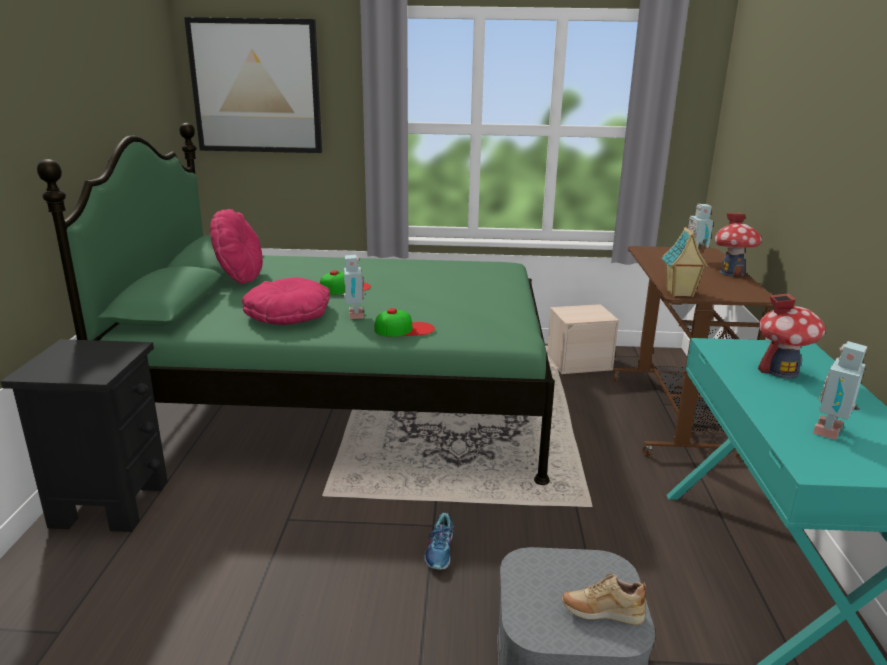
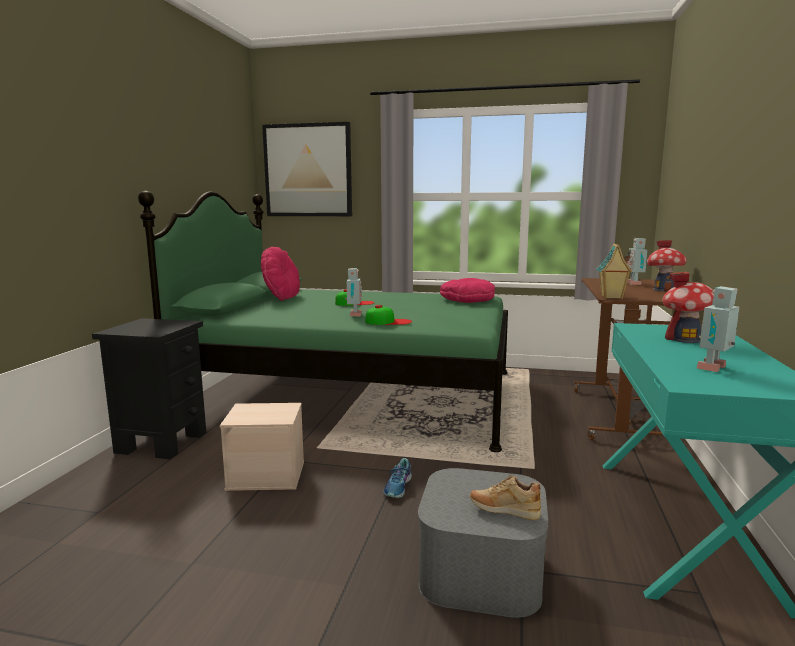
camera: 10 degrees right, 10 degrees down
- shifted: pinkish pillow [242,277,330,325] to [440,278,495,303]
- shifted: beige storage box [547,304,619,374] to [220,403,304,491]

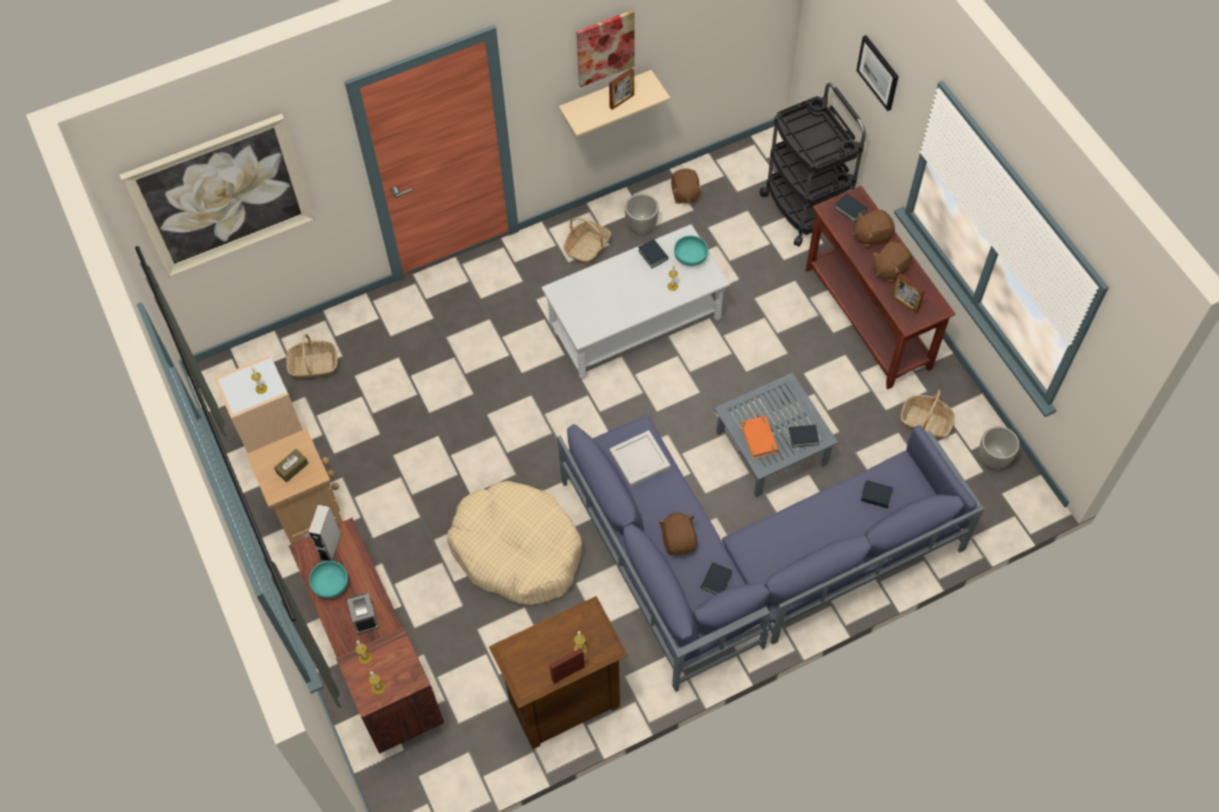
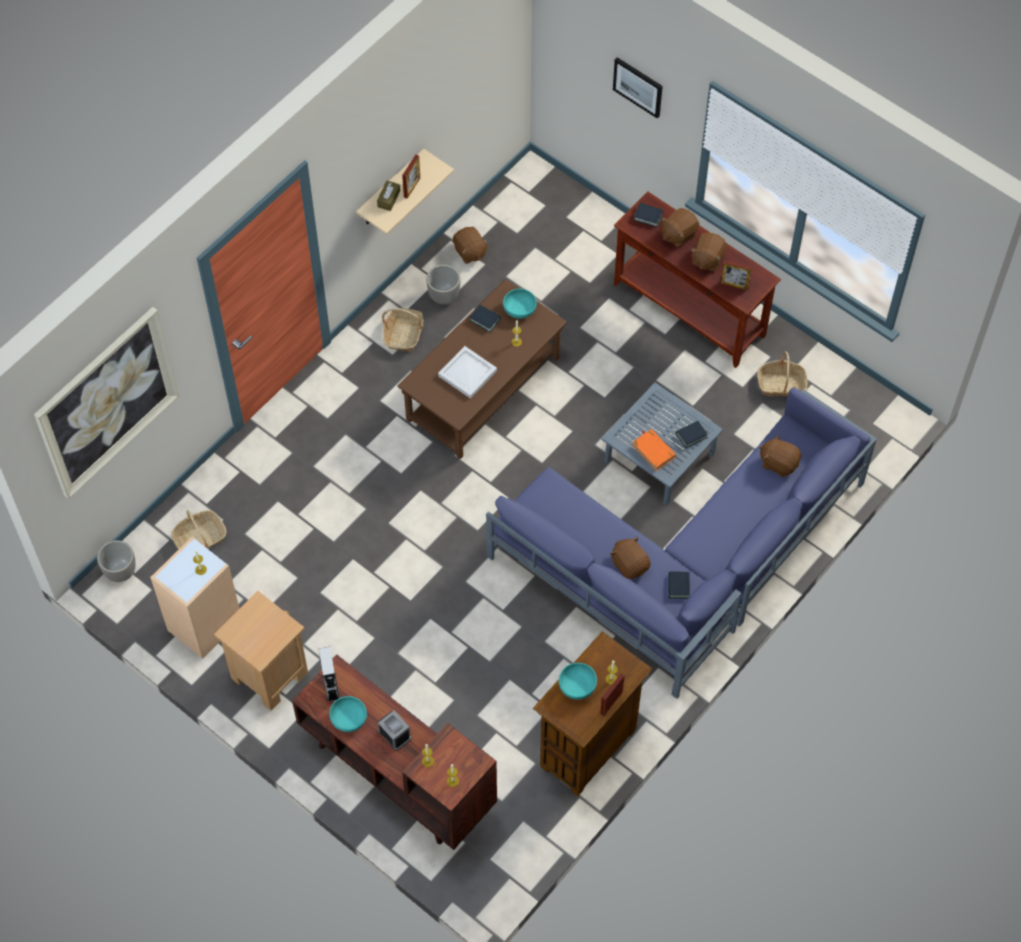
camera: 25 degrees left, 0 degrees up
- shifted: brown tissue holder [274,449,309,482] to [377,181,400,211]
- gone: beige pet bed [447,481,582,605]
- repainted: greyish low table [541,224,730,380] to brown low table [397,279,567,459]
- gone: picture [576,10,634,87]
- shifted: white-coloured tray [609,430,670,487] to [438,346,497,399]
- gone: black-coloured cart [759,83,866,246]
- swapped: book [861,480,893,508] to brown soft toy [759,434,801,477]
- shifted: flower pot [979,426,1020,469] to [97,540,136,582]
- new: blue-green serving bowl [559,663,597,700]

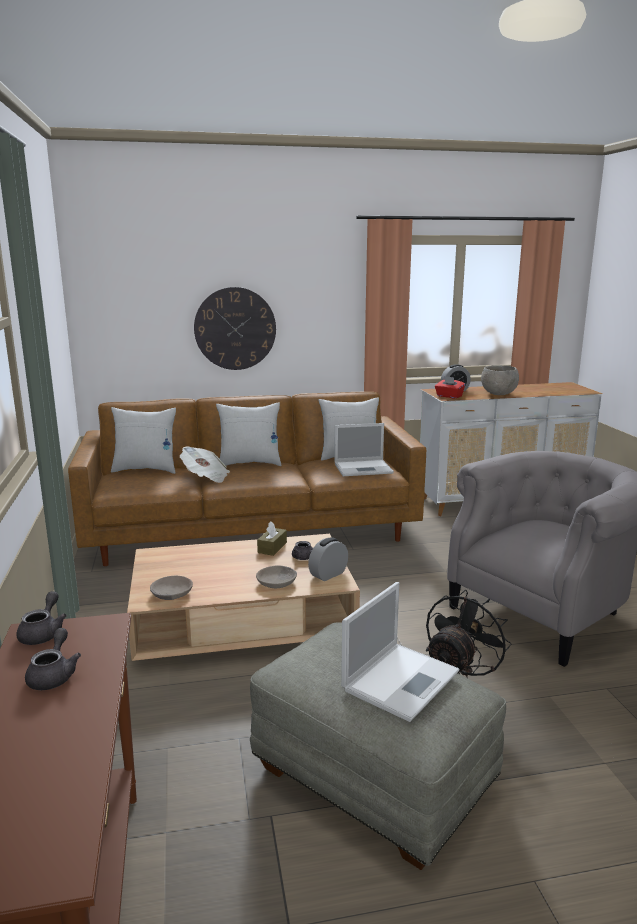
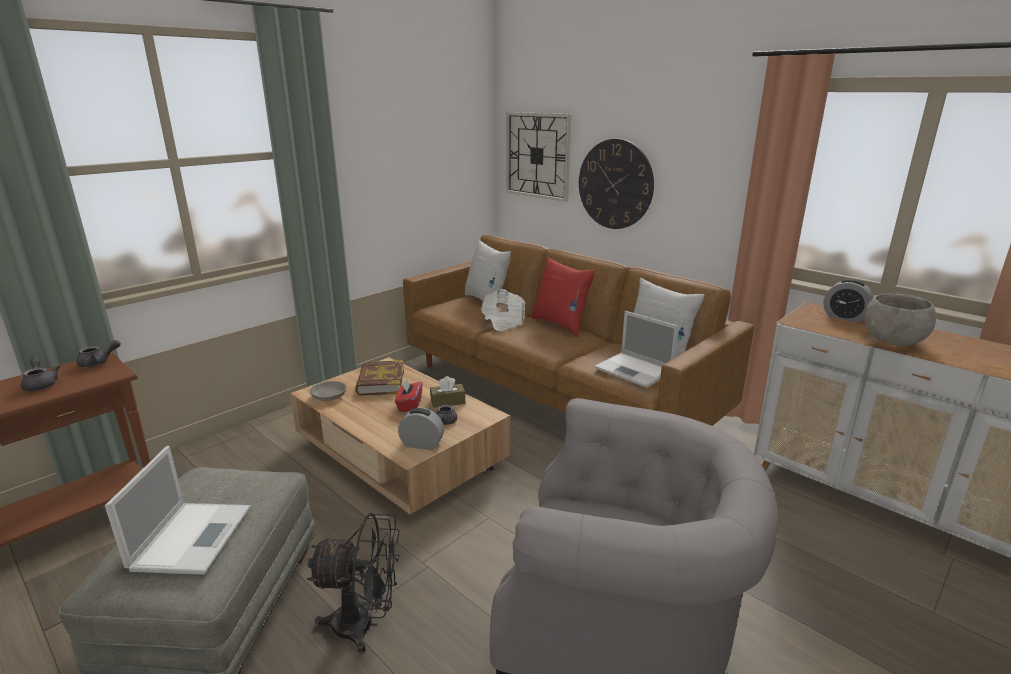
camera: 55 degrees right, 5 degrees up
- rotated: greyish tea pot [25,628,81,690] = [21,357,60,391] 90 degrees counterclockwise
- repainted: greyish pillow [216,402,282,466] to red-coloured pillow [531,257,595,337]
- gone: greyish serving bowl [256,565,297,588]
- rotated: notebook computer [341,582,459,722] = [105,446,250,575] 90 degrees counterclockwise
- shifted: red-coloured tissue holder [435,376,465,399] to [395,378,422,412]
- new: book [355,360,404,395]
- new: wall clock [506,112,571,202]

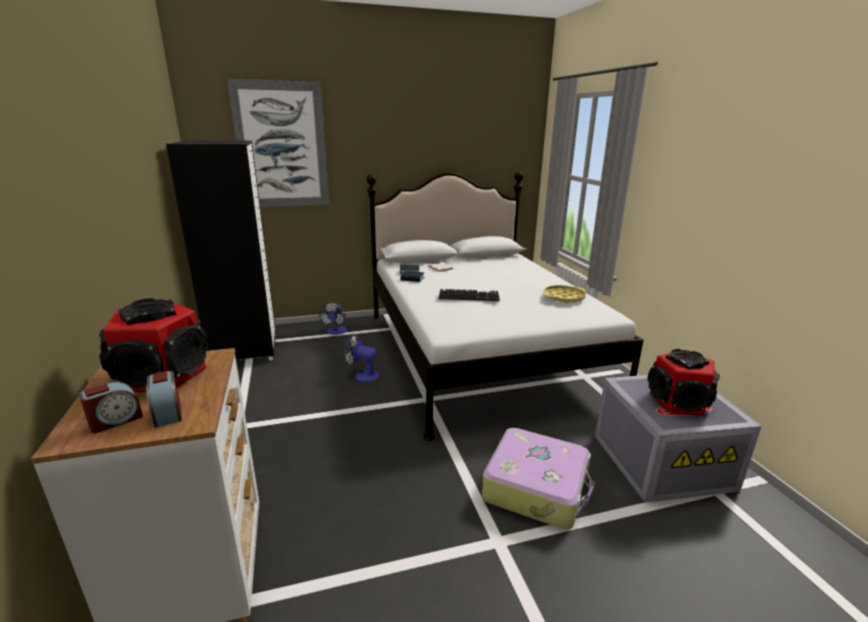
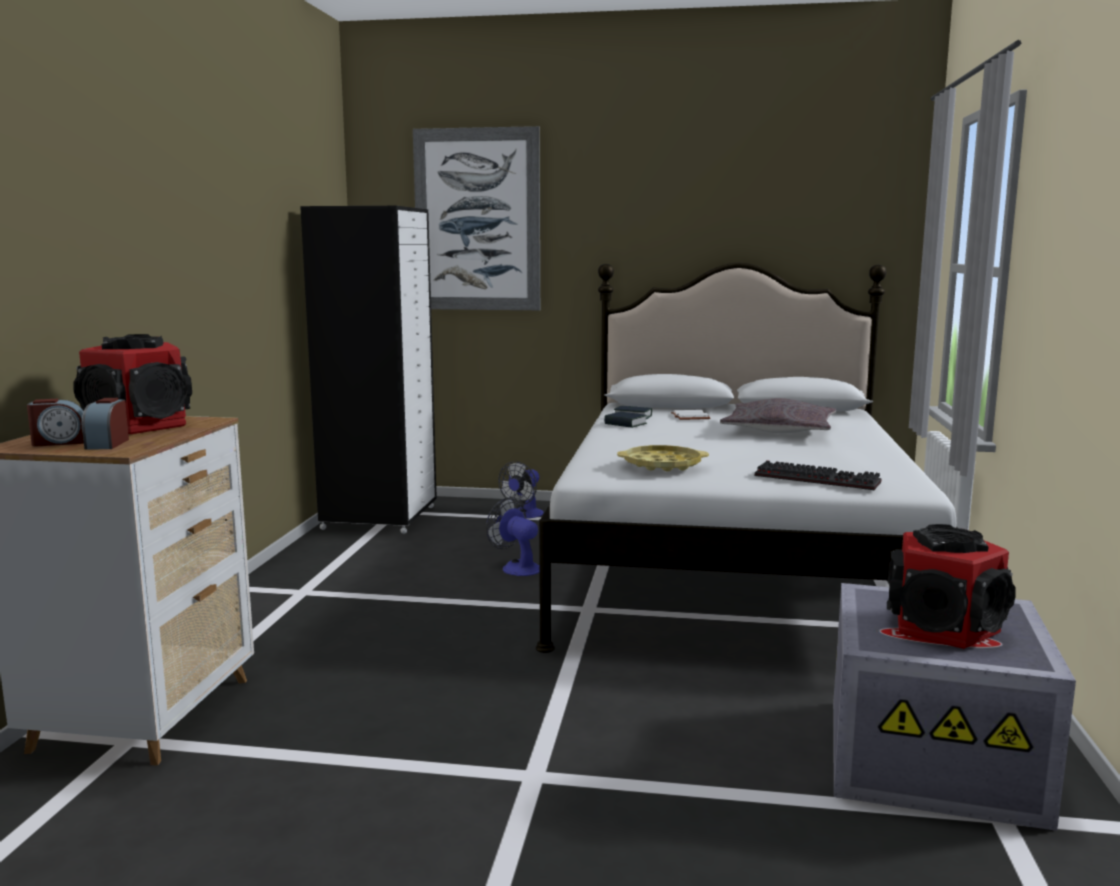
camera: 25 degrees right, 10 degrees down
- shifted: PC keyboard [439,289,500,301] to [755,460,881,490]
- gone: piece of luggage [482,428,595,530]
- shifted: yellow-coloured tray [543,285,586,303] to [617,445,709,472]
- new: greyish pillow [720,398,836,433]

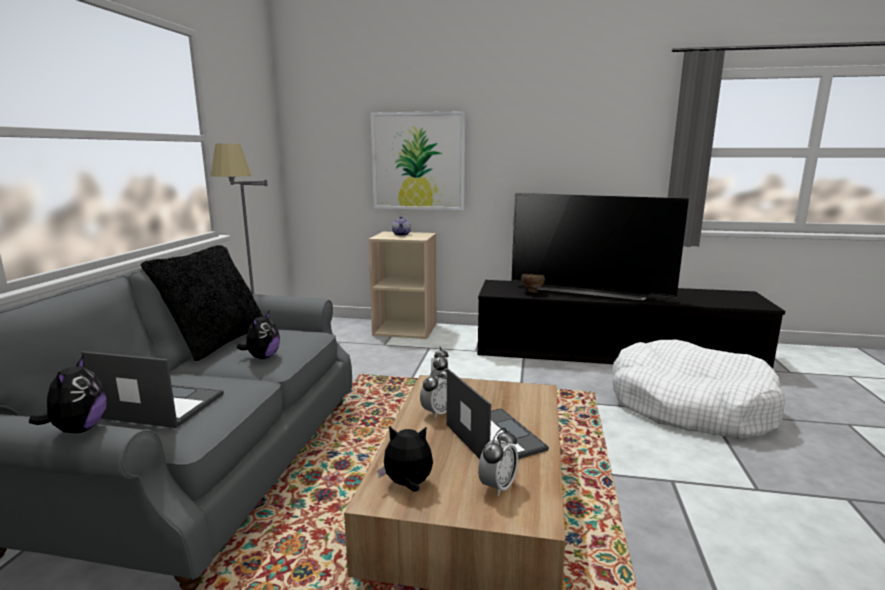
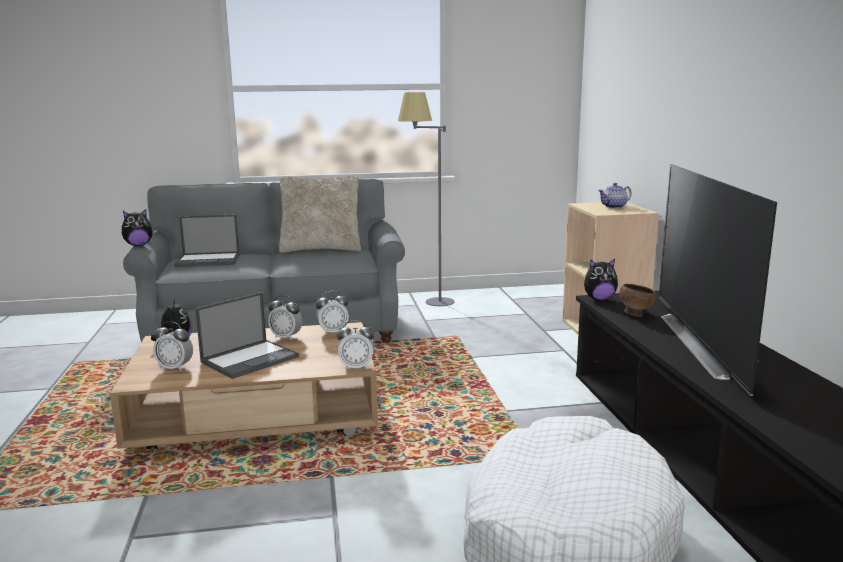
camera: 70 degrees right, 0 degrees up
- rotated: notebook computer [81,351,224,428] = [174,214,240,267] 90 degrees clockwise
- repainted: black-coloured pillow [141,245,263,361] to beige pillow [279,176,361,253]
- shifted: soft toy [237,311,280,359] to [584,259,618,300]
- gone: picture [371,111,466,210]
- new: table clock [337,320,374,370]

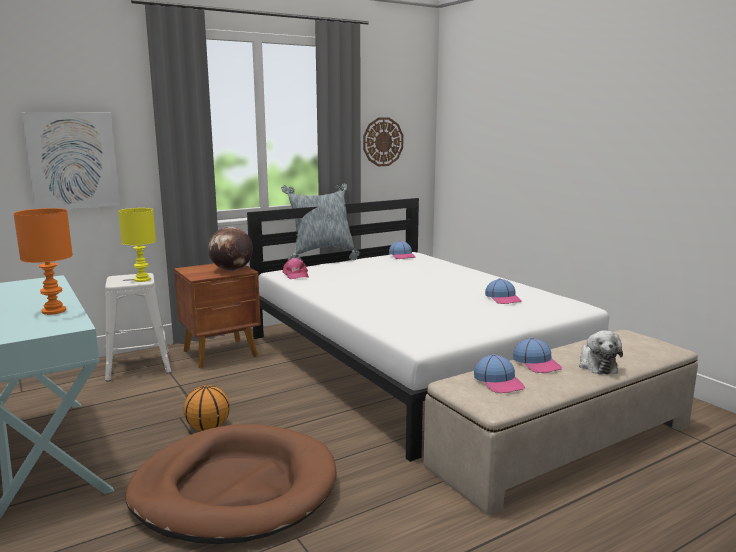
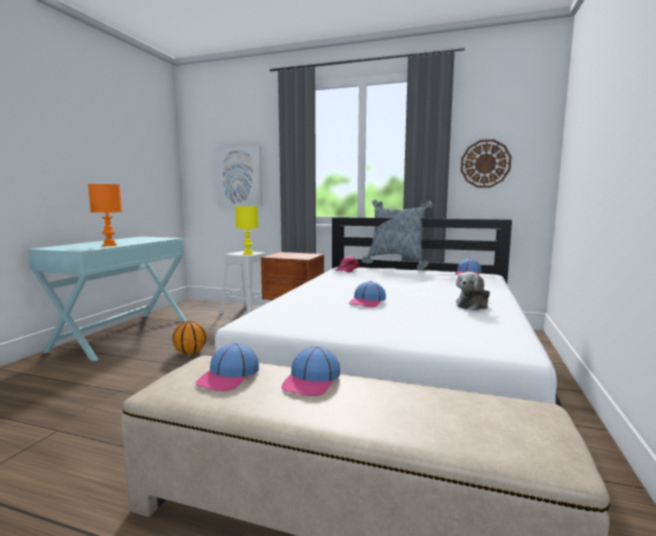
camera: 50 degrees right, 5 degrees down
- gone: brown pet bed [125,424,337,544]
- gone: world globe [208,227,253,271]
- shifted: cap [485,278,522,304] to [349,281,386,307]
- shifted: soft toy [579,330,623,374] to [456,272,490,311]

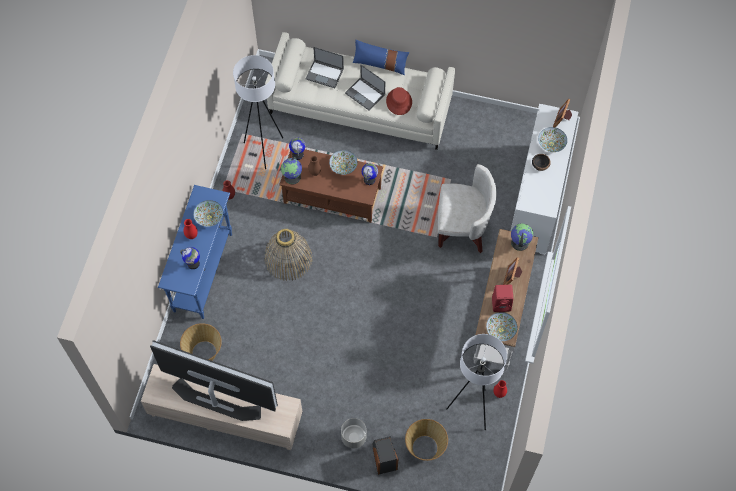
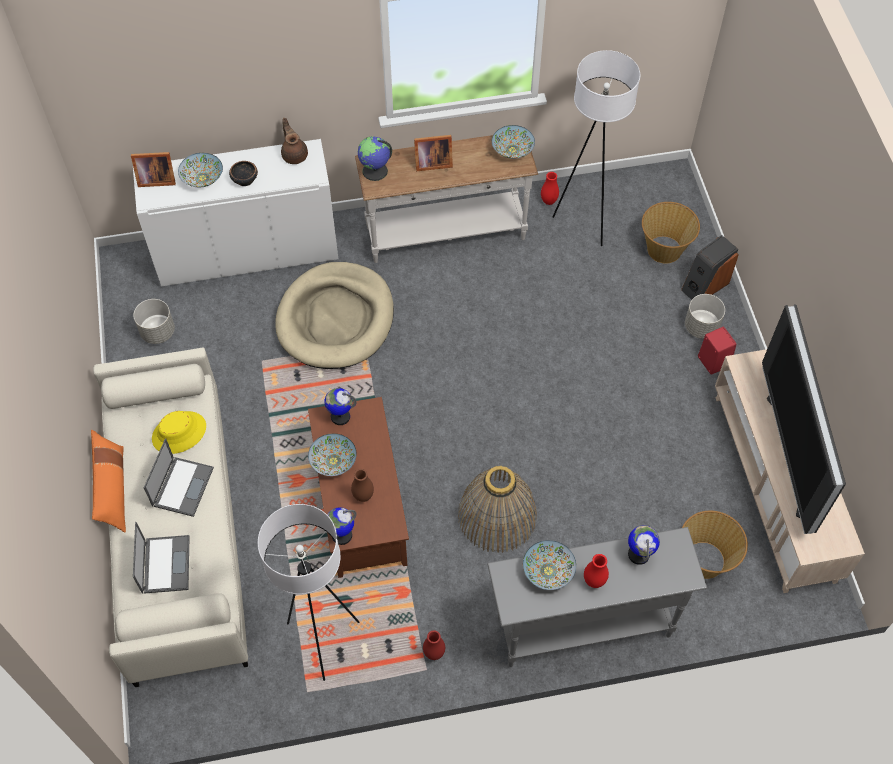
camera: 115 degrees left, 5 degrees down
- repainted: blue-coloured hall table [158,185,232,319] to greyish hall table [487,527,707,667]
- gone: world globe [281,157,302,184]
- repainted: blue-coloured pillow [352,40,409,75] to orange-coloured pillow [91,430,126,533]
- repainted: red-coloured clothing hat [386,87,412,115] to yellow-coloured clothing hat [152,411,206,454]
- swapped: white-coloured armchair [438,164,497,253] to beige pet bed [275,262,394,369]
- shifted: red-coloured audio speaker [492,285,513,312] to [698,327,736,375]
- new: greyish flower pot [133,299,175,344]
- new: brown tea pot [281,118,308,164]

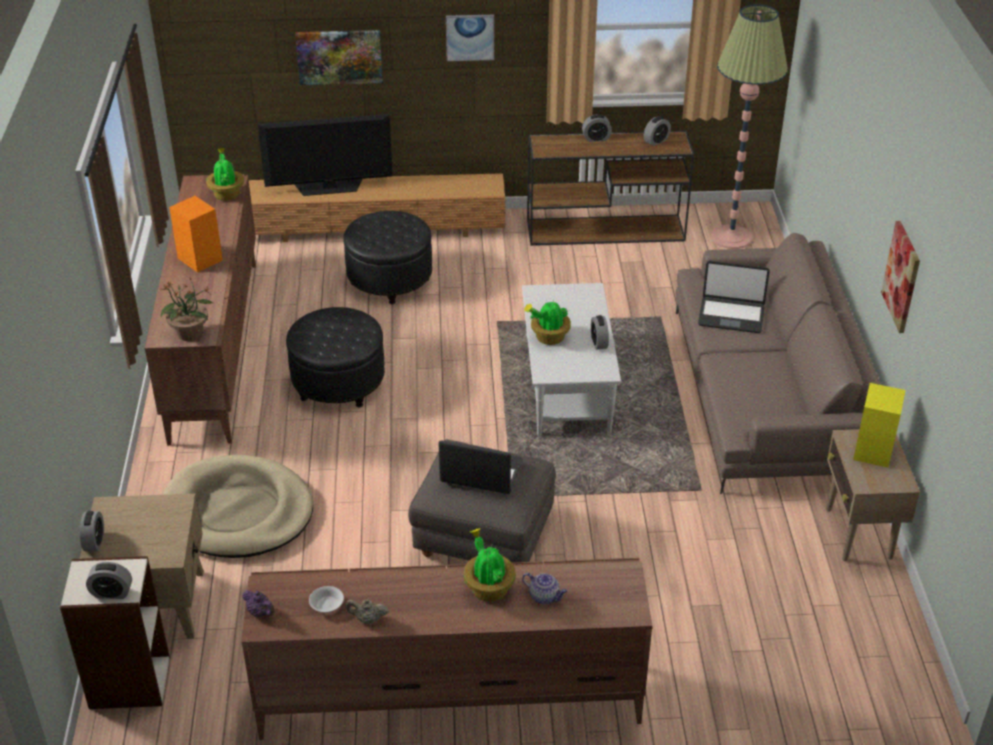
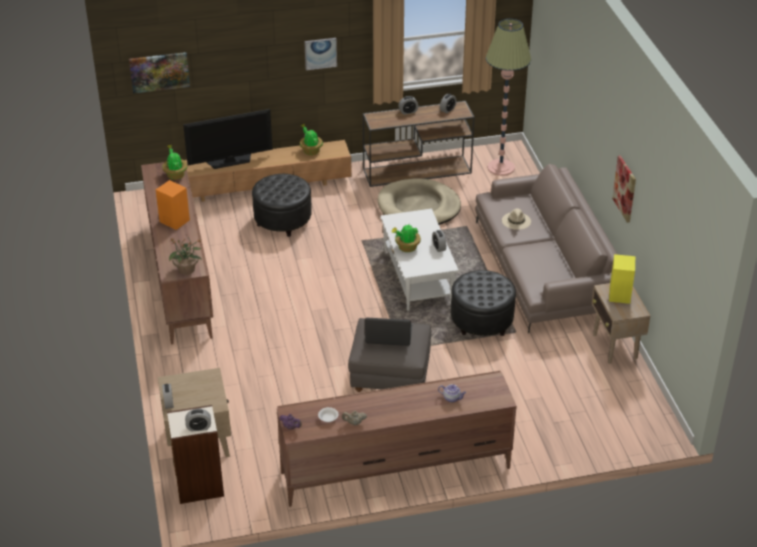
camera: 10 degrees left, 0 degrees up
- shifted: beige pet bed [163,455,314,558] to [378,178,461,225]
- shifted: black-coloured pouffe [286,307,385,407] to [451,270,516,336]
- shifted: picture [295,30,383,85] to [129,52,190,93]
- shifted: potted plant [464,528,516,602] to [300,124,323,155]
- swapped: notebook computer [698,261,770,333] to beige clothing hat [502,209,531,230]

